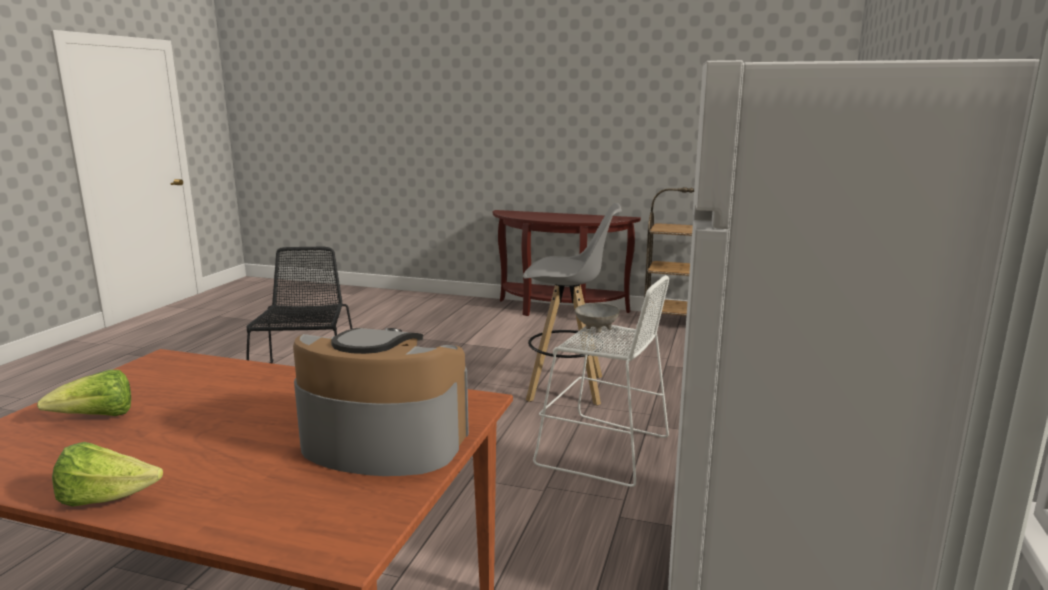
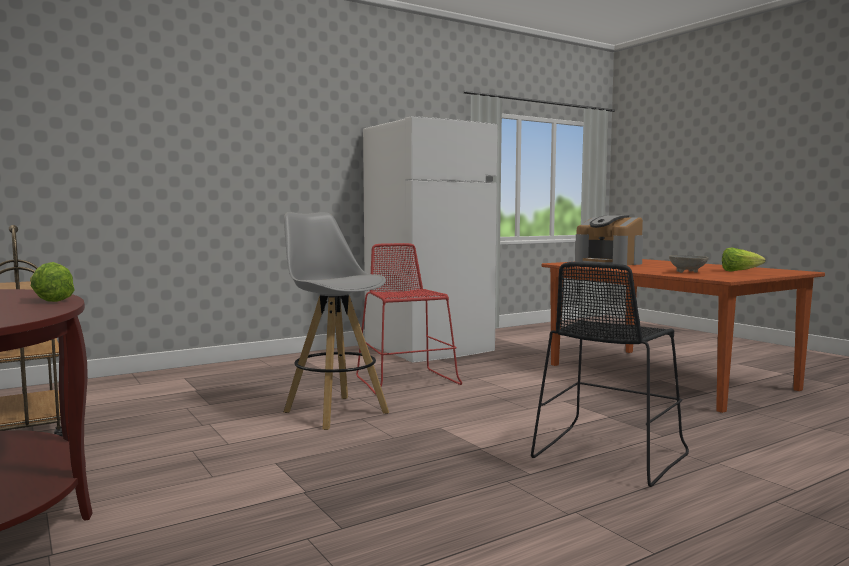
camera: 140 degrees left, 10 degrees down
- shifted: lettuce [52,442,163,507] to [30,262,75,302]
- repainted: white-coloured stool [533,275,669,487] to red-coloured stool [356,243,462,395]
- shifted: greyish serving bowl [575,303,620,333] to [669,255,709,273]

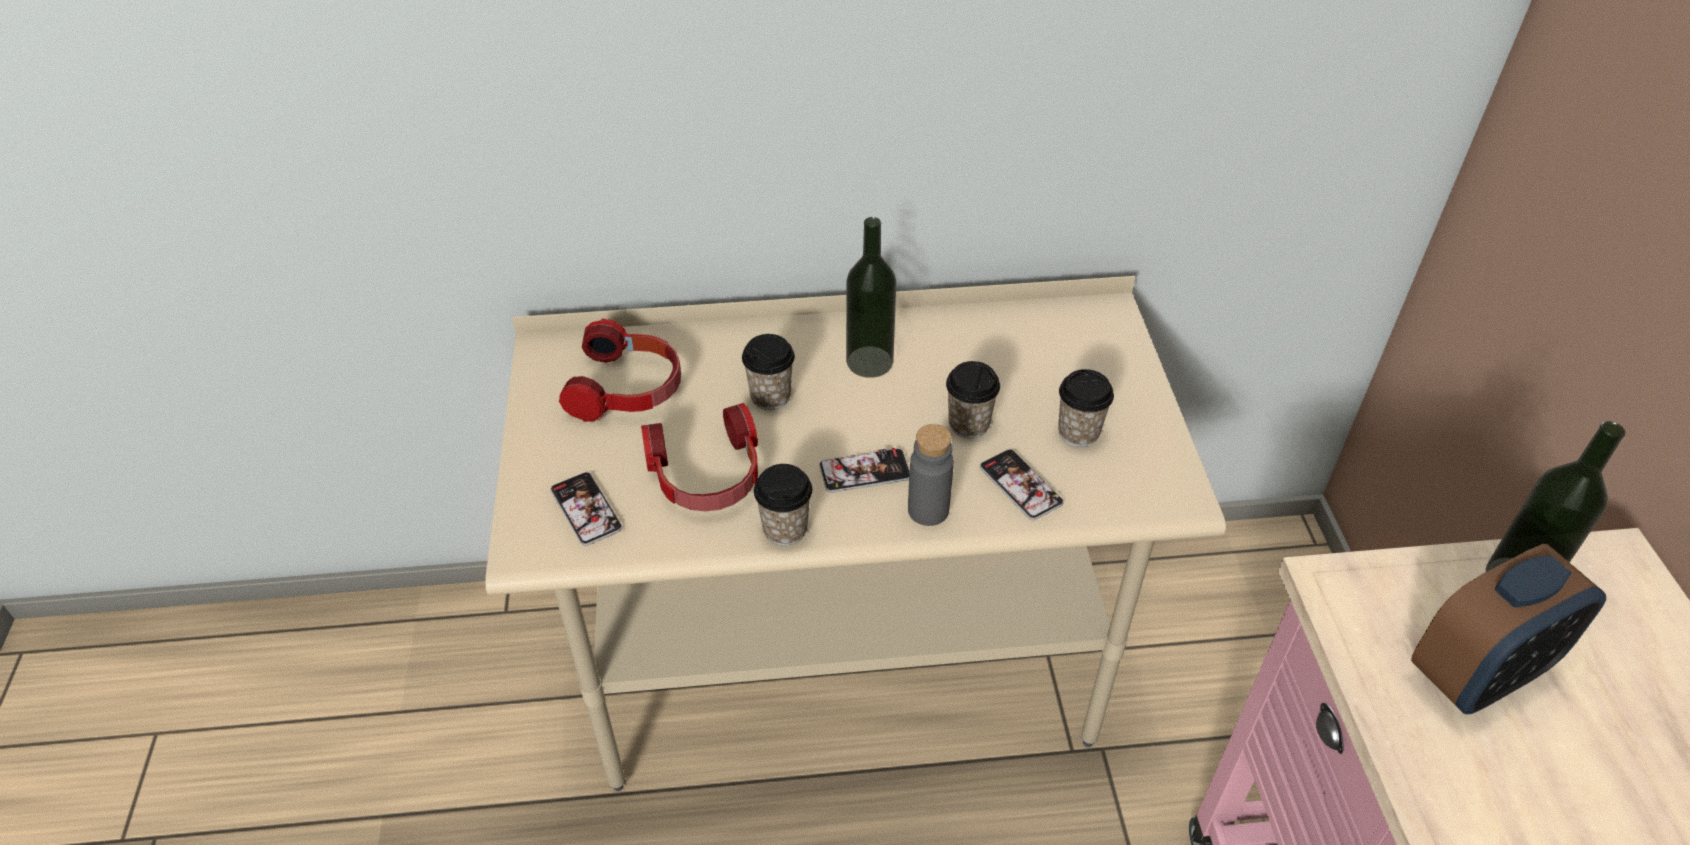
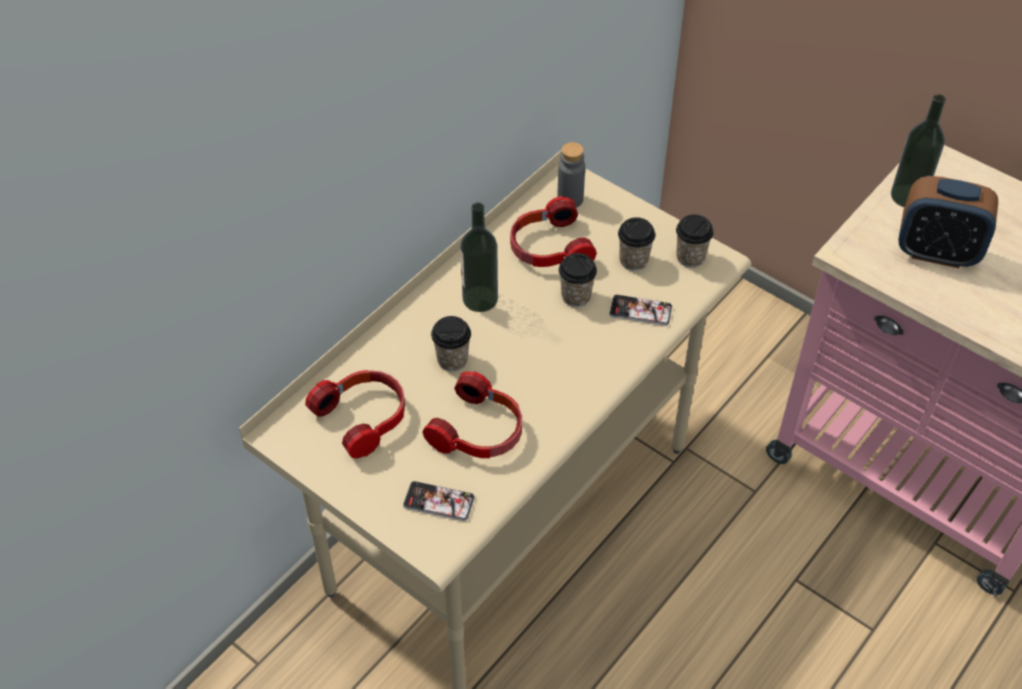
camera: 45 degrees left, 5 degrees up
- shifted: cup [754,464,812,546] to [676,214,714,268]
- gone: handset [819,448,910,493]
- shifted: greyish drink bottle [908,424,954,526] to [557,142,585,208]
- rotated: table clock [1411,544,1606,714] = [898,176,998,268] 90 degrees clockwise
- new: headphones [510,196,597,267]

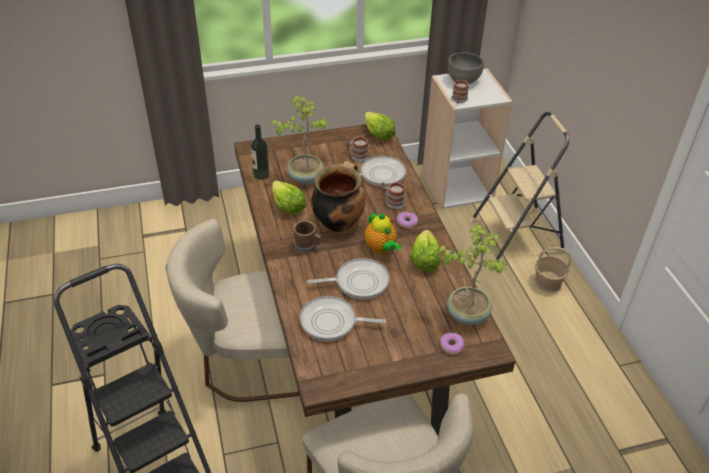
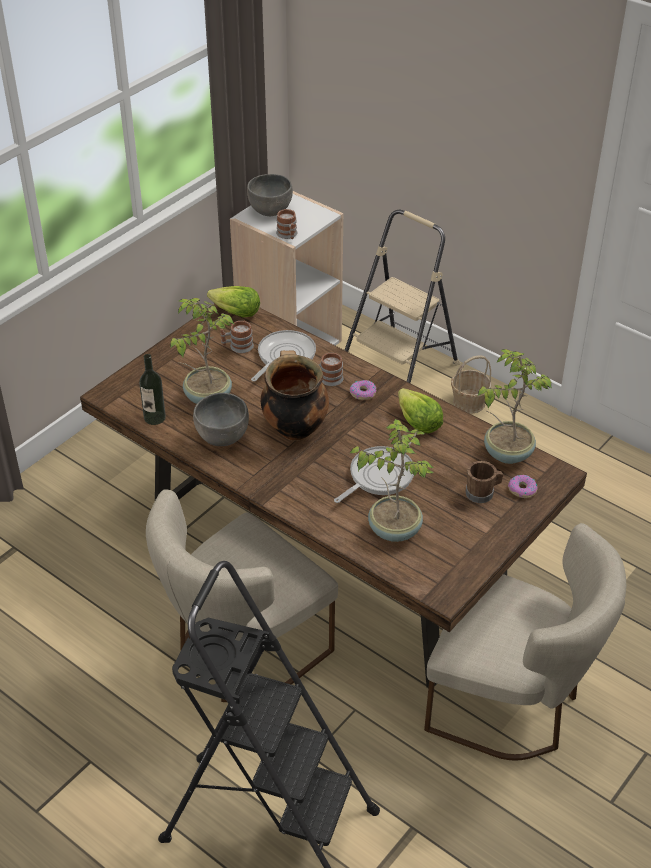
camera: 35 degrees left, 0 degrees up
- swapped: lettuce [272,180,306,215] to greyish serving bowl [193,393,249,446]
- shifted: brown coffee mug [293,220,321,253] to [466,461,503,503]
- swapped: skillet [300,296,386,341] to potted plant [349,419,434,542]
- gone: tea pot [364,213,402,254]

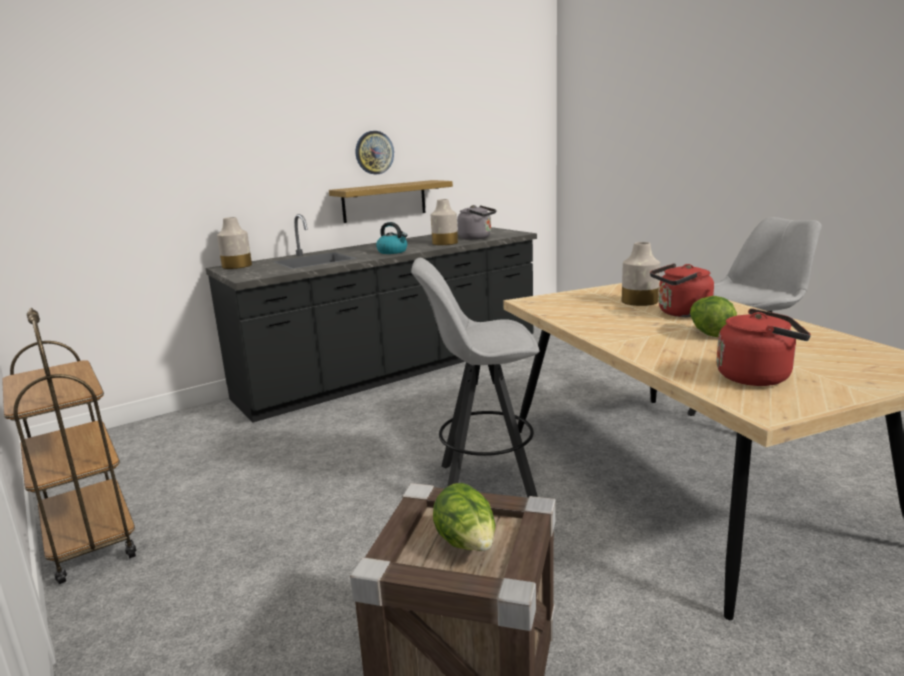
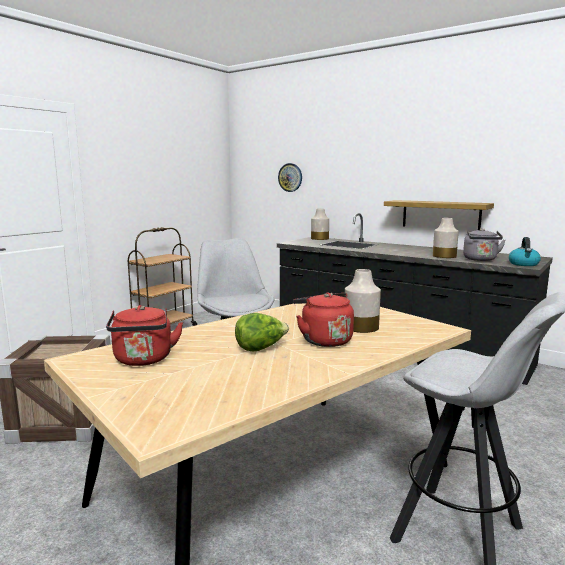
camera: 70 degrees right, 5 degrees down
- shifted: wall clock [356,131,394,174] to [278,163,302,192]
- shifted: kettle [376,222,407,254] to [509,237,541,266]
- gone: lettuce [433,483,495,551]

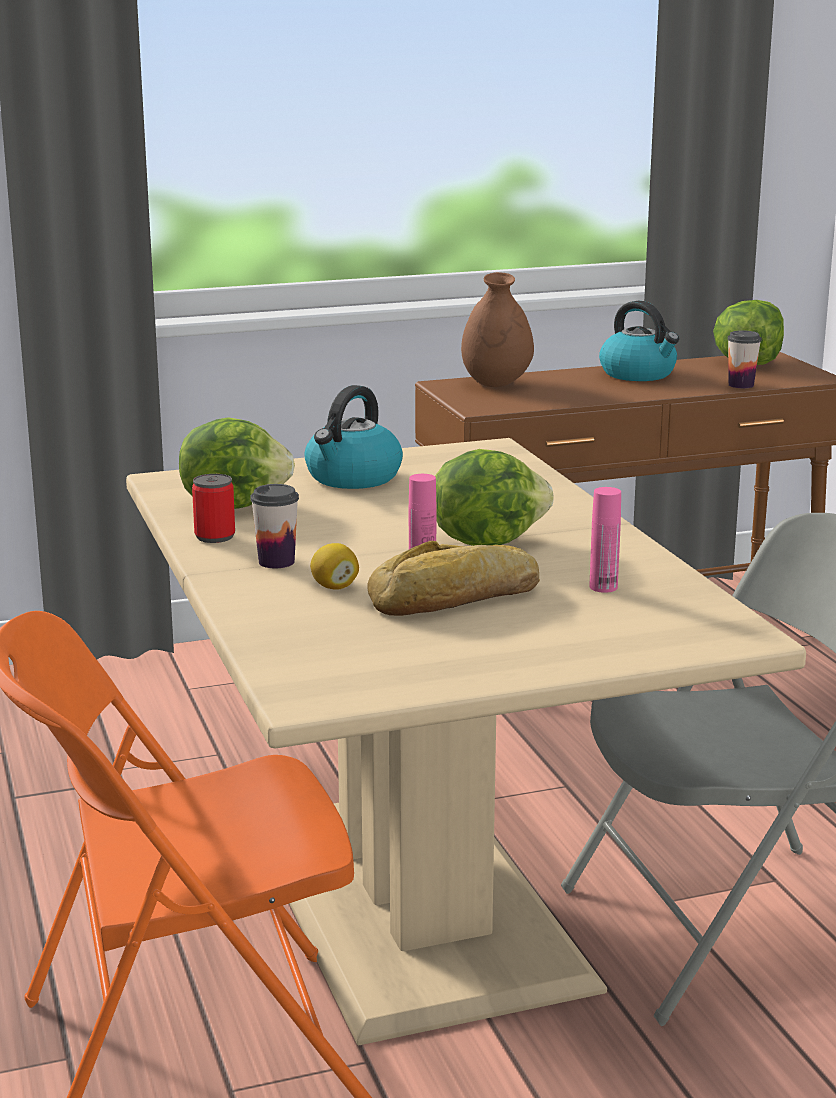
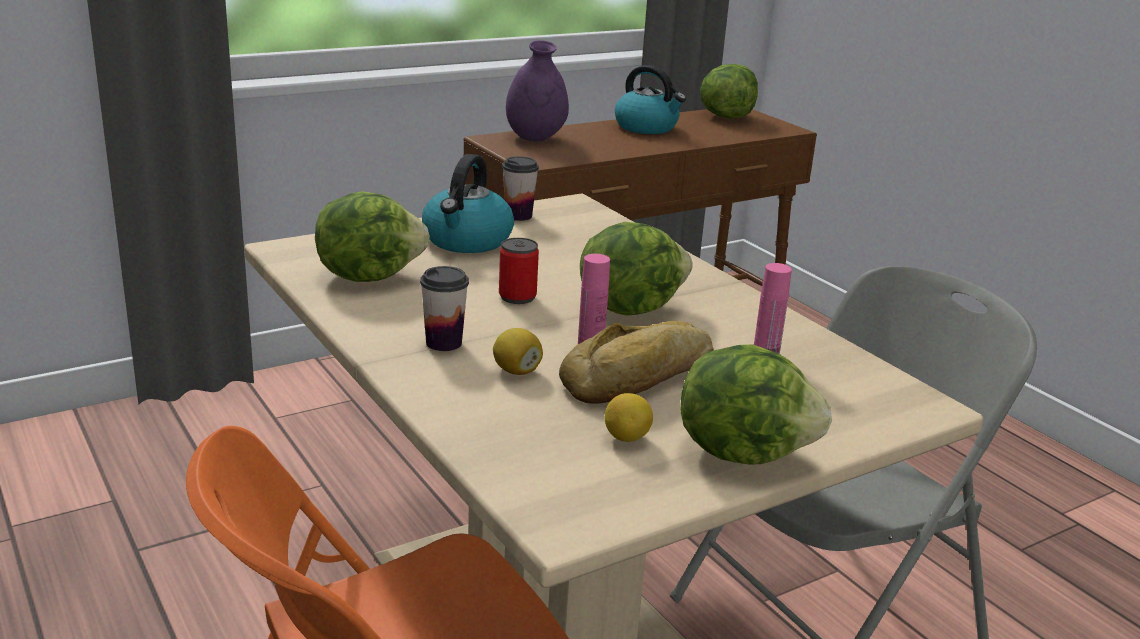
camera: 15 degrees left, 5 degrees up
- shifted: sealed can [192,474,235,543] to [499,238,539,304]
- repainted: brown decorative vase [461,272,534,387] to purple decorative vase [506,40,569,141]
- shifted: cup [727,330,762,388] to [502,156,539,221]
- new: citrus fruit [605,393,653,442]
- new: lettuce [681,345,832,465]

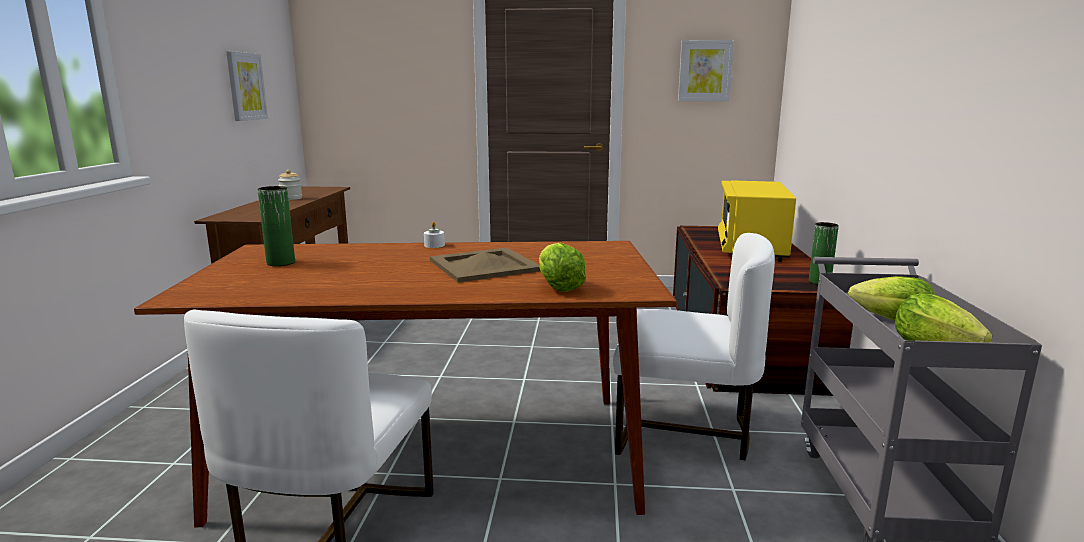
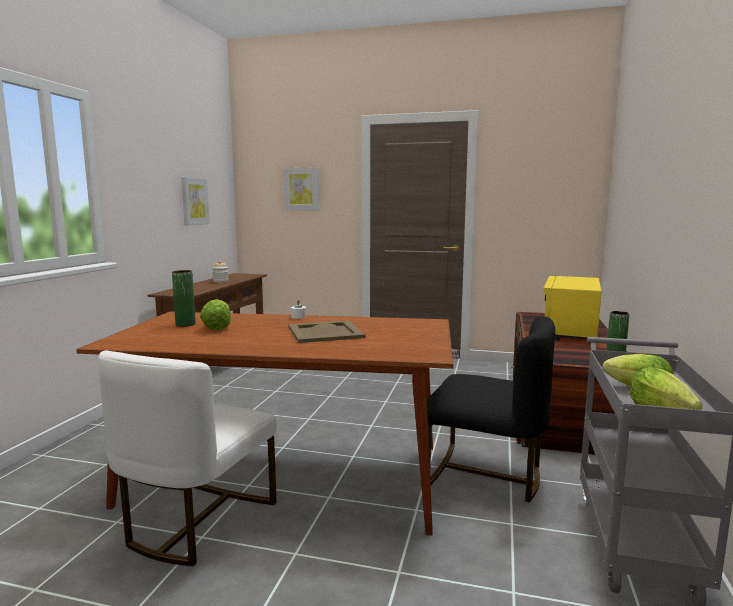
camera: 10 degrees right, 5 degrees down
- shifted: lettuce [539,243,586,292] to [200,299,231,330]
- repainted: white-coloured chair [613,233,775,460] to black-coloured chair [427,316,555,503]
- shifted: picture [678,40,734,101] to [283,167,319,210]

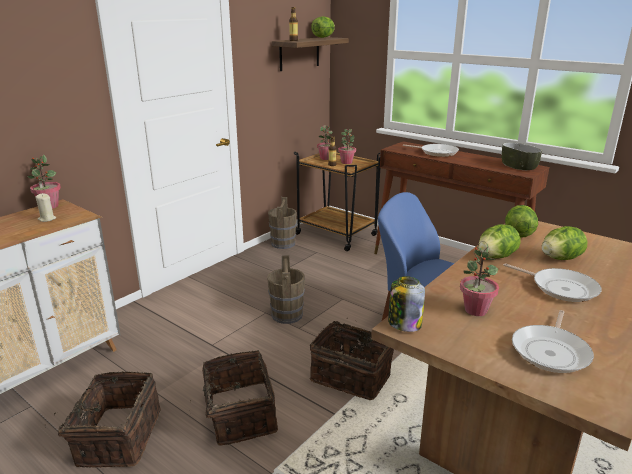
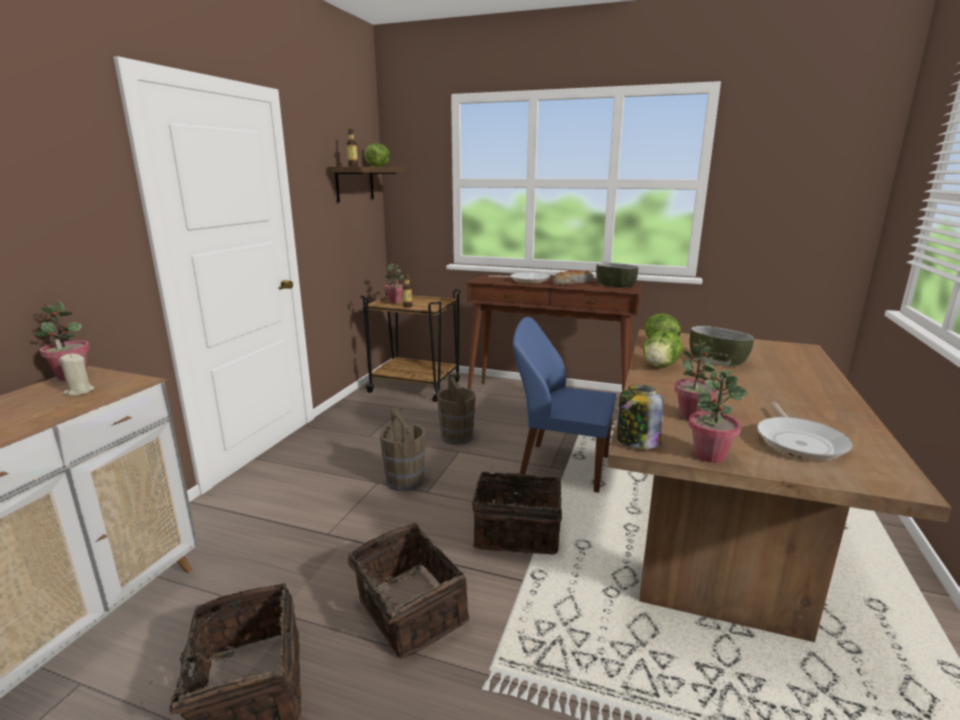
camera: 20 degrees left, 5 degrees down
- shifted: brown bucket [268,197,297,249] to [437,374,476,445]
- shifted: potted plant [338,129,356,164] to [688,370,748,463]
- gone: skillet [504,264,602,302]
- swapped: lettuce [542,226,587,260] to serving bowl [690,326,754,366]
- new: bakery bread [553,270,593,285]

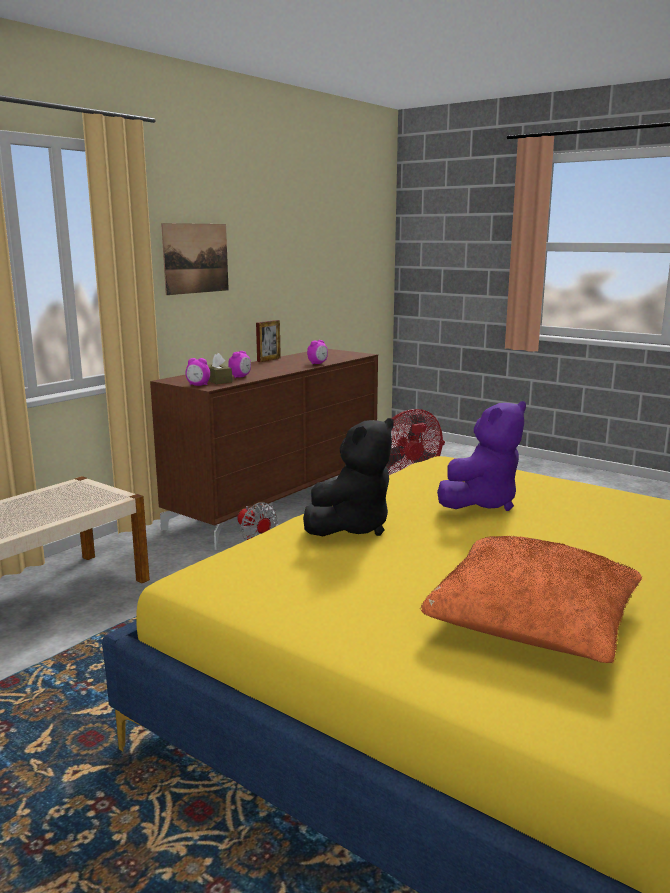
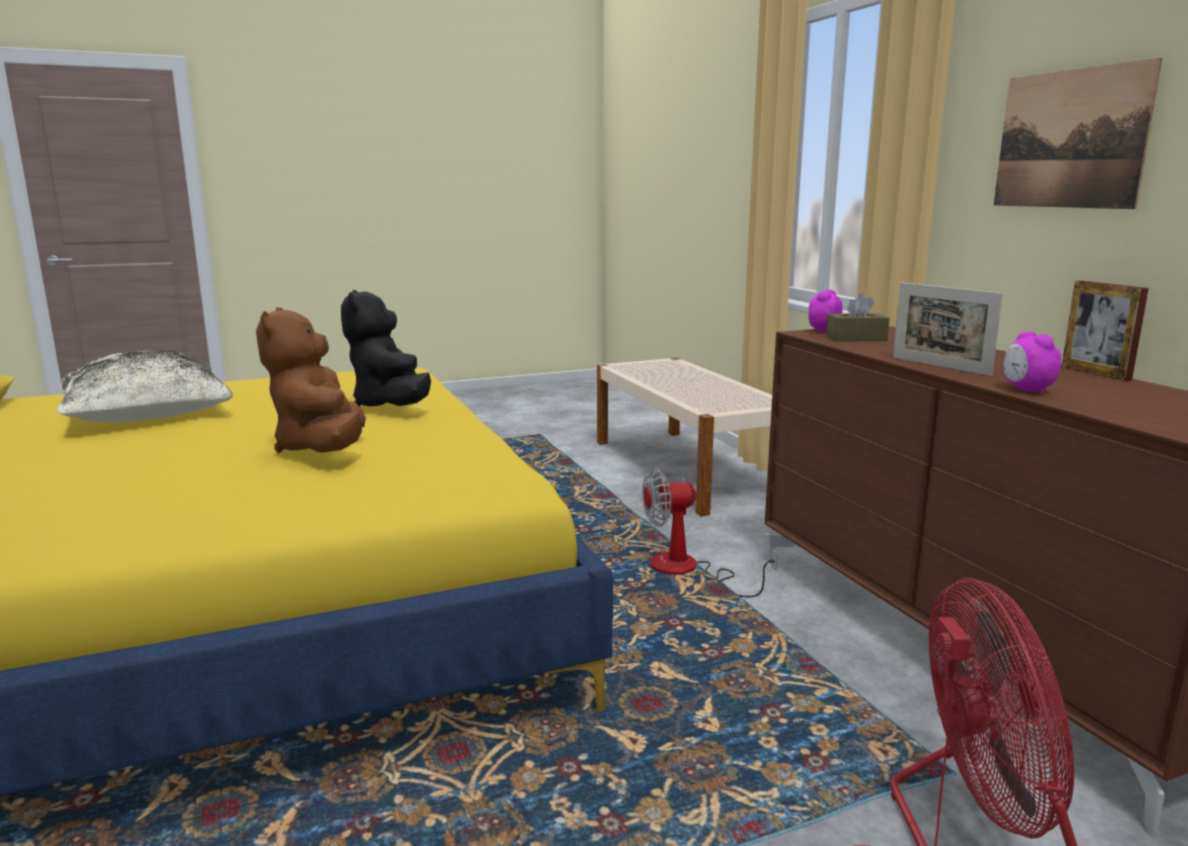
camera: 120 degrees right, 0 degrees up
- gone: table clock [228,351,251,378]
- repainted: orange-coloured pillow [420,535,643,663] to beige pillow [57,349,233,423]
- repainted: purple soft toy [437,401,526,511] to brown soft toy [256,307,366,453]
- new: standing frame [893,282,1003,376]

